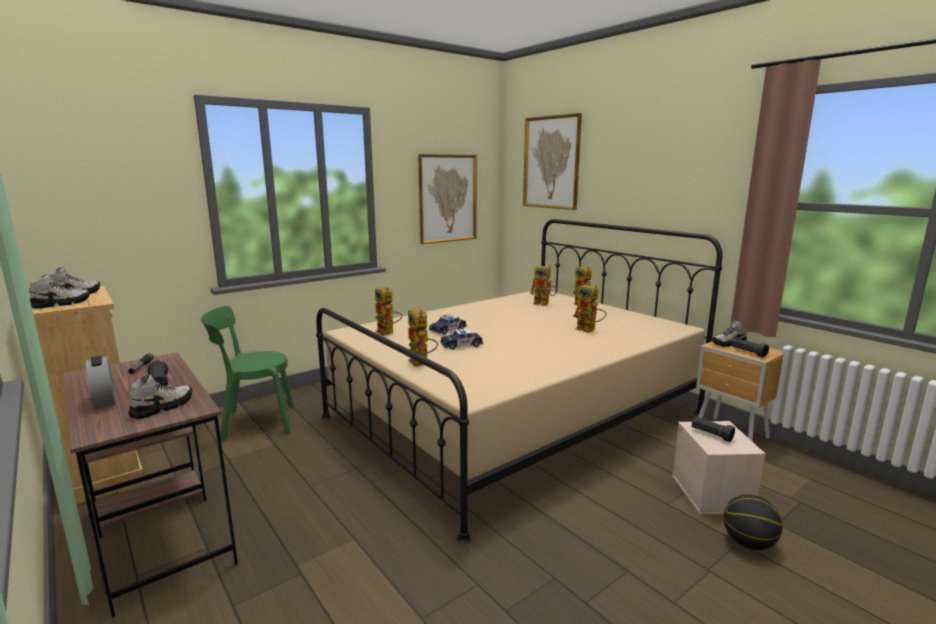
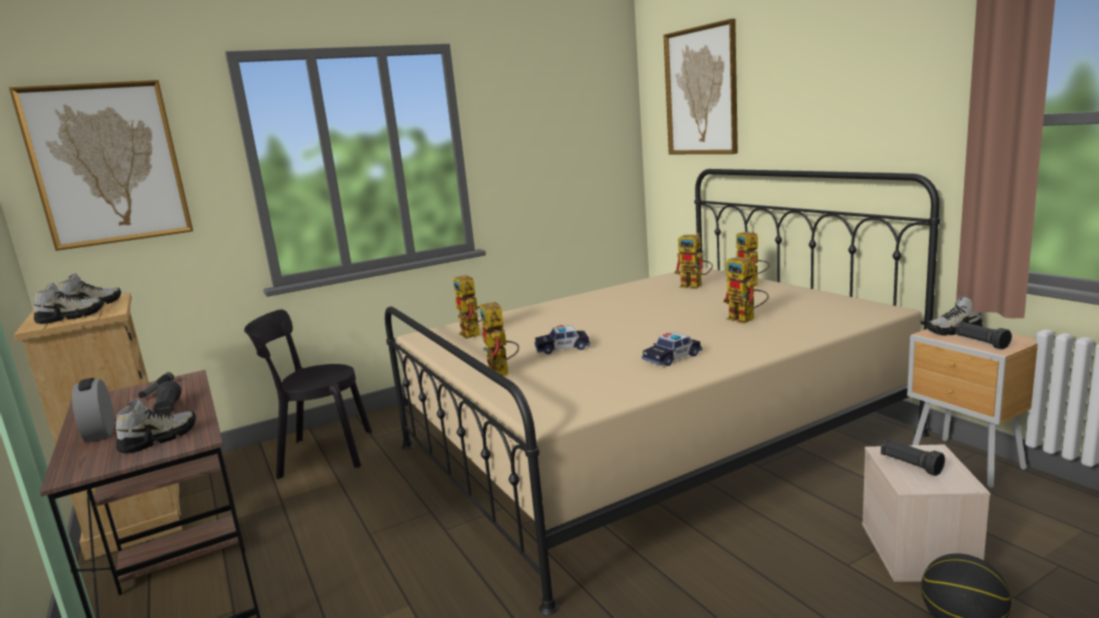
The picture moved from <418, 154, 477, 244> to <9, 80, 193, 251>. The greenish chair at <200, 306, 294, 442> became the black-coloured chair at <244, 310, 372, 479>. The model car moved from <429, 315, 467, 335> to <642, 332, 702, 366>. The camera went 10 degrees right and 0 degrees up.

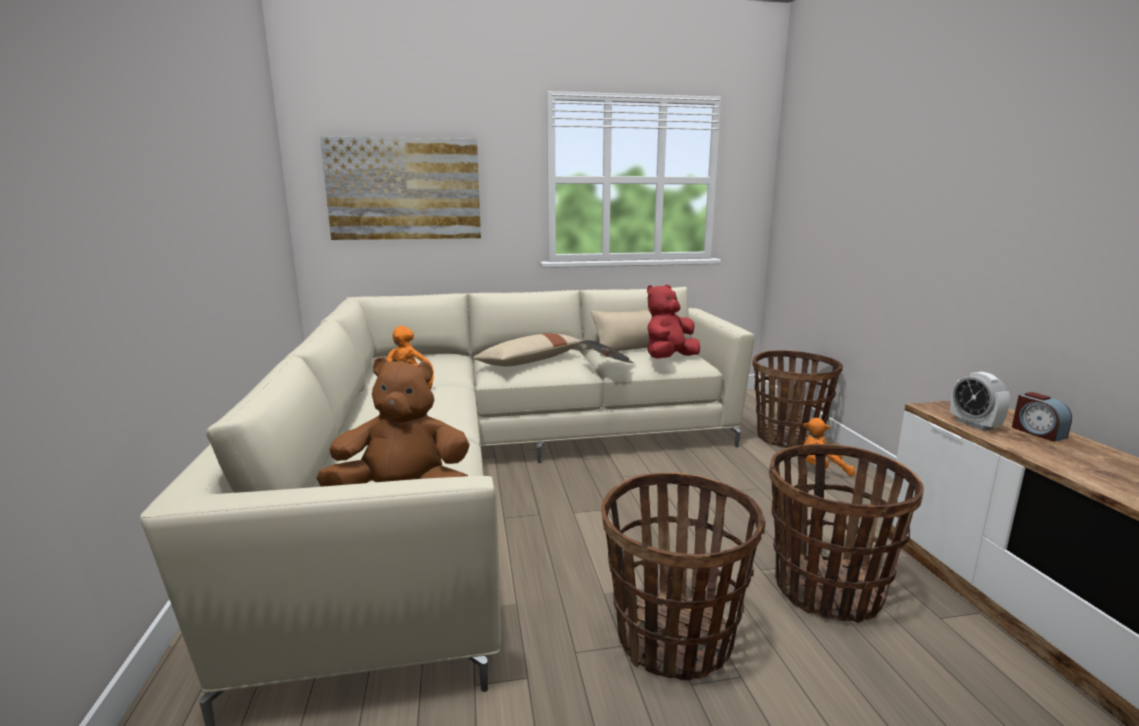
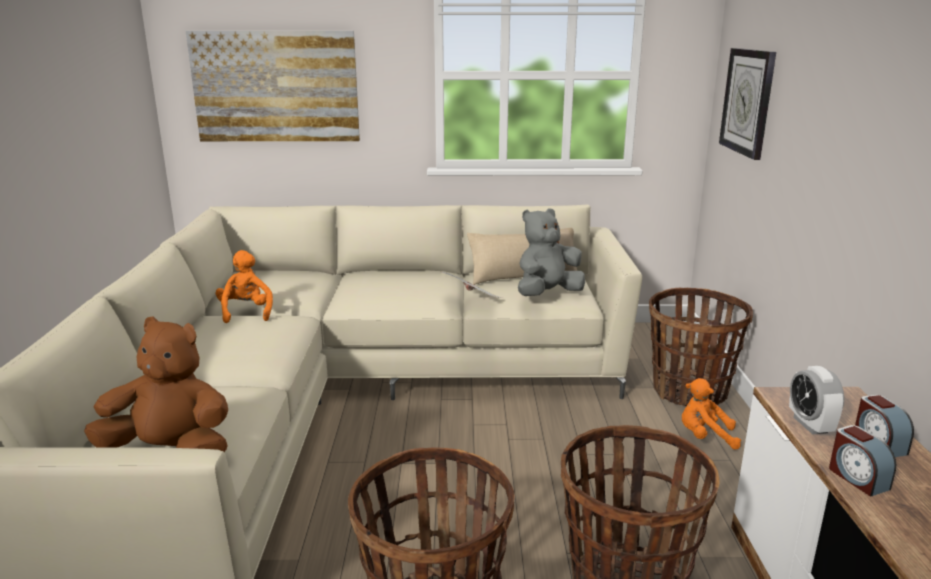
The red plush toy at <647, 284, 700, 358> became the grey plush toy at <518, 208, 585, 296>. The wall clock at <719, 48, 776, 160> appeared. The table clock at <829, 425, 896, 497> appeared. The beige pillow at <472, 333, 583, 366> disappeared. The camera went 10 degrees right and 5 degrees up.

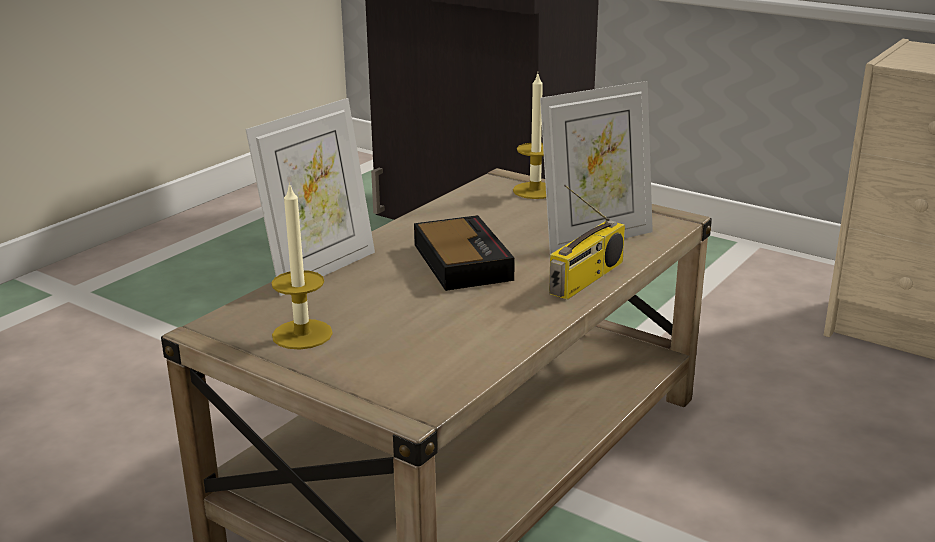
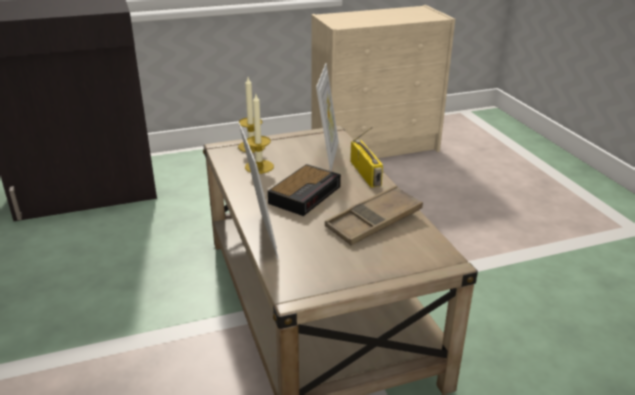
The candle moved from <272, 182, 333, 349> to <245, 94, 274, 174>. The table clock at <414, 215, 515, 291> turned 105 degrees clockwise. The brownish tray at <325, 186, 423, 245> appeared. The camera went 55 degrees left and 5 degrees up.

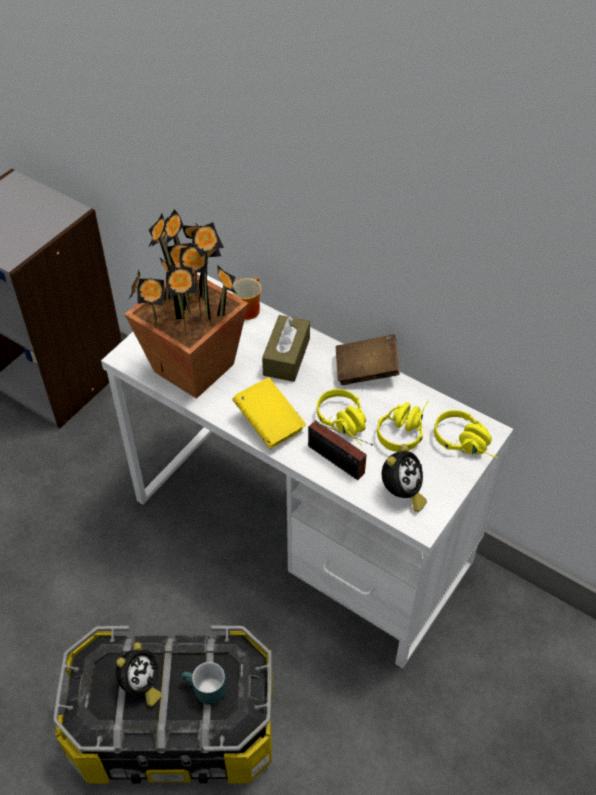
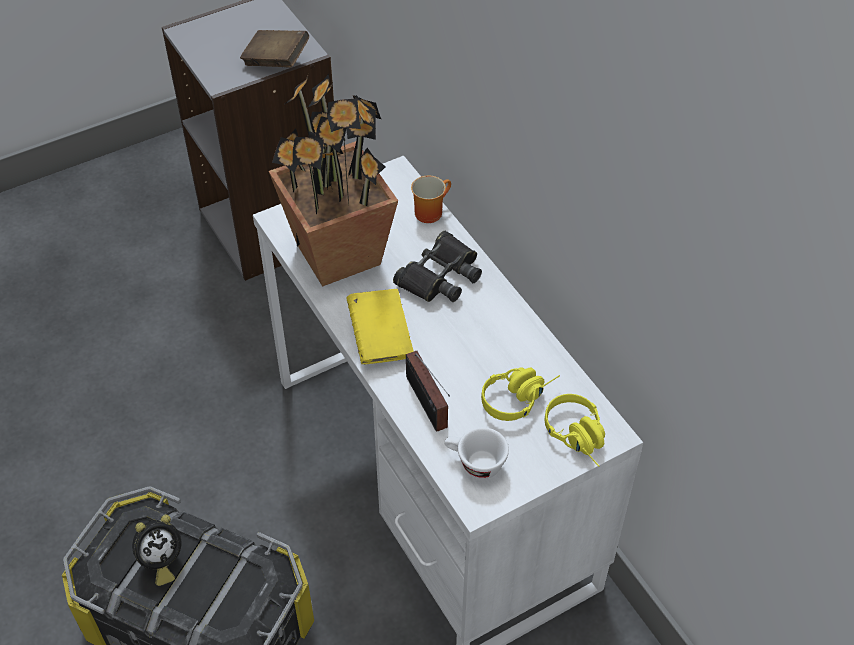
The brownish volume moved from <336, 334, 400, 385> to <240, 30, 309, 68>. The brownish tissue box at <262, 315, 310, 382> was replaced by the black-coloured field glasses at <393, 231, 482, 302>. The table clock at <382, 444, 427, 512> was replaced by the whitish cup at <444, 427, 509, 479>. The blue-green tea mug at <181, 662, 226, 705> disappeared. The yellow headphones at <317, 389, 366, 445> disappeared. The camera went 25 degrees right and 0 degrees up.

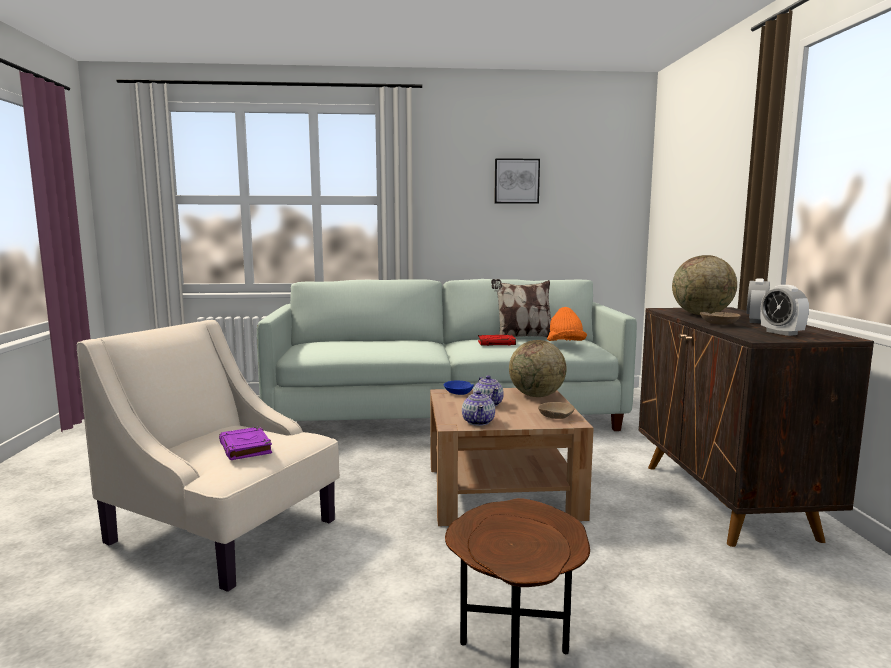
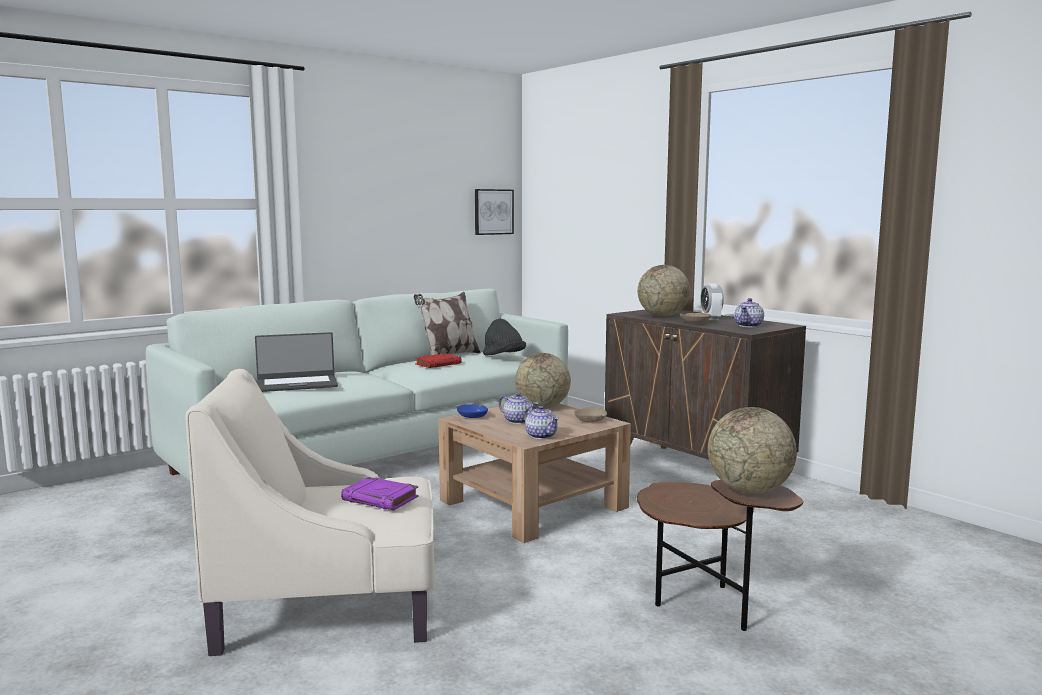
The laptop at <255, 332, 338, 392> appeared. The picture moved from <494, 158, 540, 204> to <475, 189, 514, 235>. The orangey wearable hat at <547, 307, 587, 341> became the black-coloured wearable hat at <483, 319, 526, 356>. The desk globe at <708, 407, 797, 494> appeared. The table clock at <760, 285, 809, 336> was replaced by the pot for tea at <734, 298, 764, 327>. The camera went 35 degrees left and 0 degrees up.

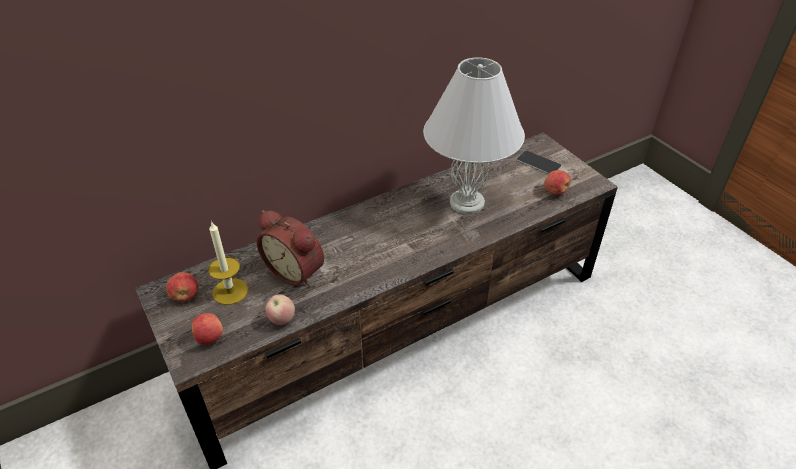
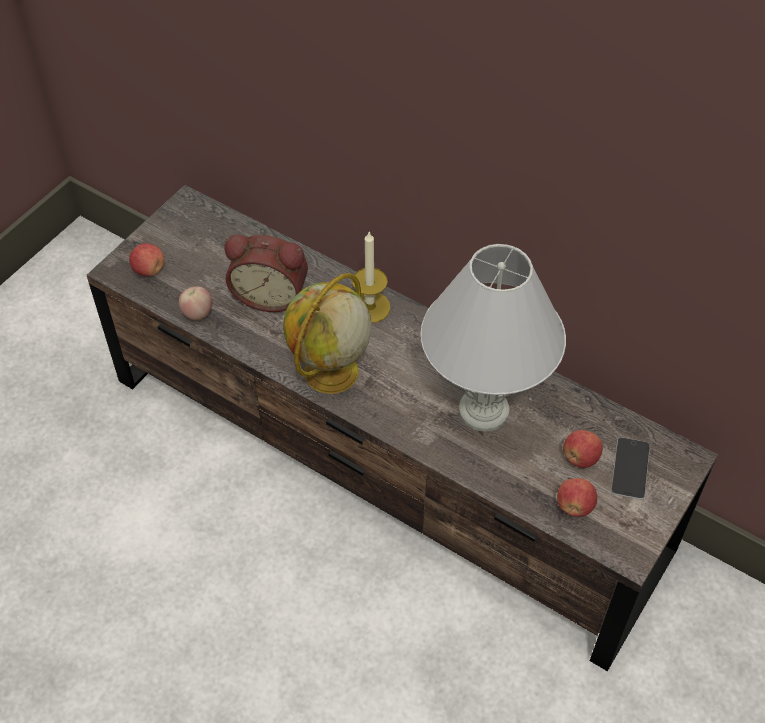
The table clock at <257, 210, 324, 287> turned 90 degrees counterclockwise. The desk globe at <283, 273, 372, 394> appeared. The candle moved from <208, 221, 248, 305> to <352, 232, 391, 323>. The whole apple moved from <166, 272, 198, 302> to <563, 430, 603, 468>. The camera went 65 degrees right and 10 degrees up.

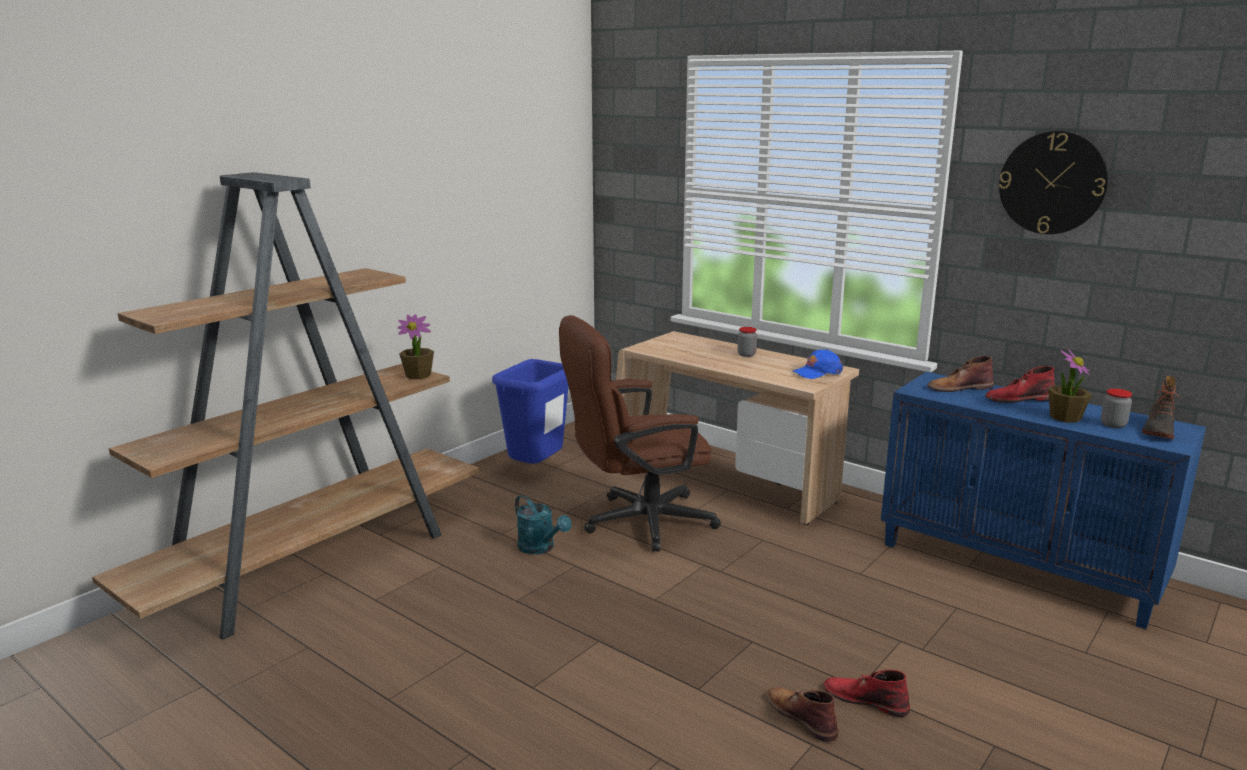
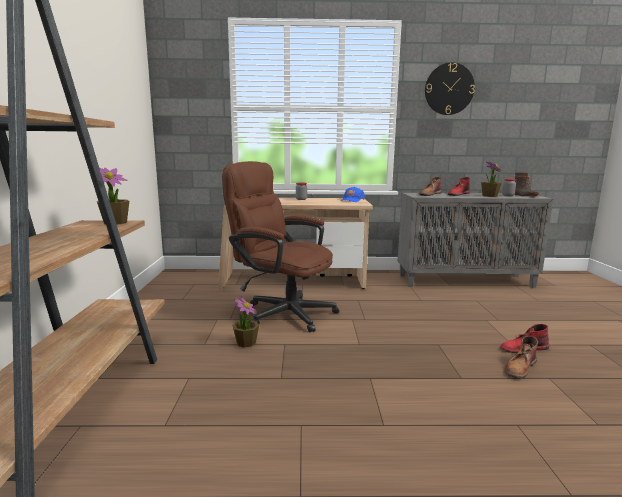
The brownish desk chair at <559, 315, 721, 552> turned 90 degrees clockwise. The blue-green sprinkling can at <515, 495, 571, 555> was replaced by the potted plant at <232, 296, 259, 348>. The blue storage cabinet at <881, 372, 1206, 629> became the grey storage cabinet at <398, 193, 553, 288>. The brownish high-top boot at <766, 687, 839, 742> turned 60 degrees counterclockwise. The blue rubbish bin at <492, 359, 569, 464> disappeared. The camera went 40 degrees left and 5 degrees down.

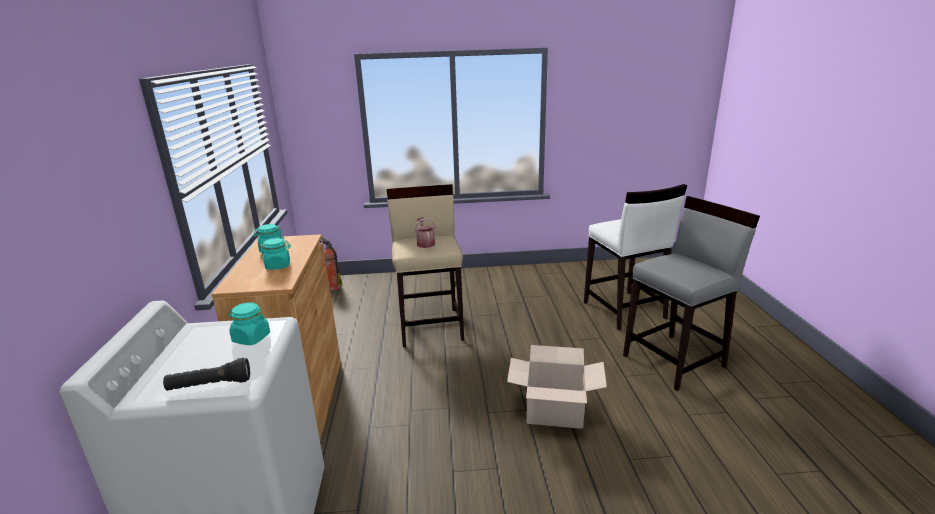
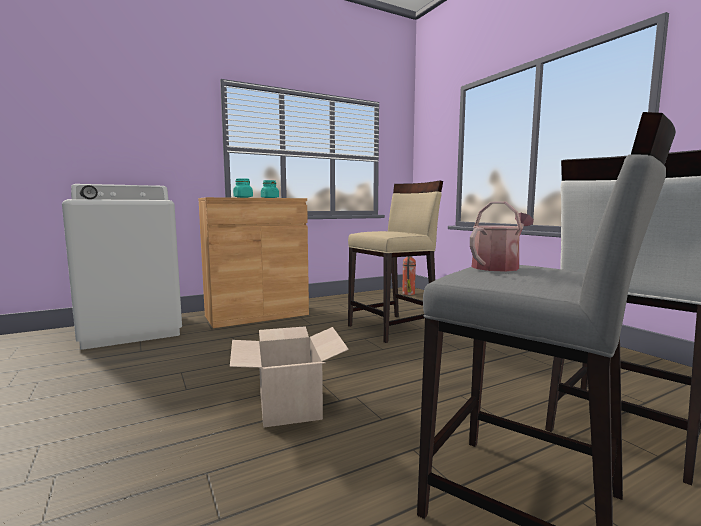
The sprinkling can moved from <415, 218, 435, 248> to <470, 202, 534, 272>. The blue-green jar at <228, 302, 270, 345> disappeared. The camera went 65 degrees right and 15 degrees down.

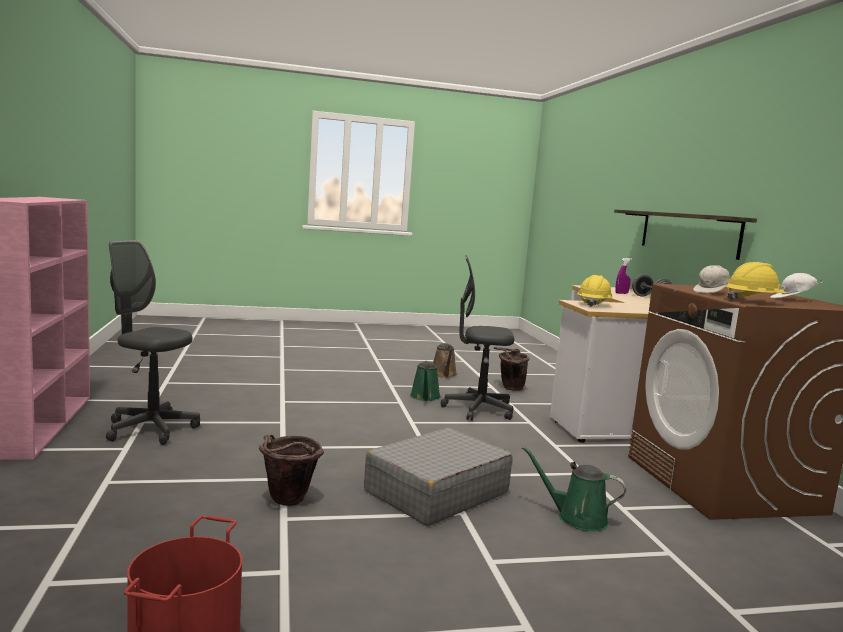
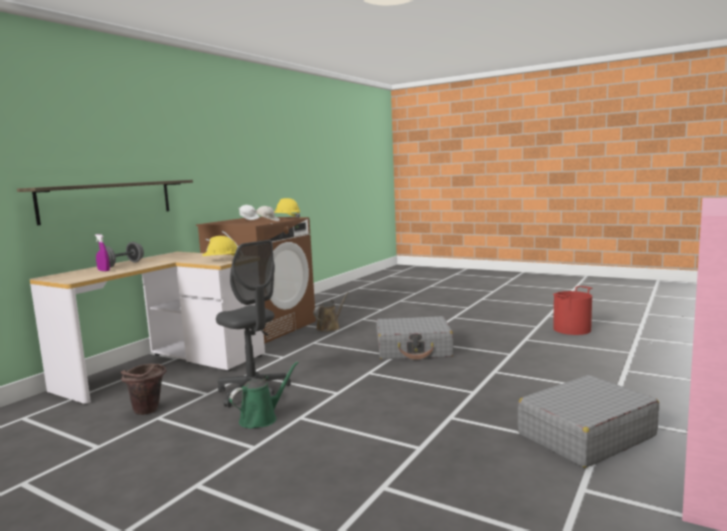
The brownish sprinkling can moved from <433, 343, 457, 378> to <313, 292, 349, 332>. The grey desk chair at <106, 240, 200, 445> was replaced by the grey travel case at <518, 375, 659, 468>. The brownish pail at <259, 434, 324, 506> disappeared. The greenish sprinkling can at <522, 446, 626, 531> disappeared. The camera went 135 degrees left and 0 degrees up.

